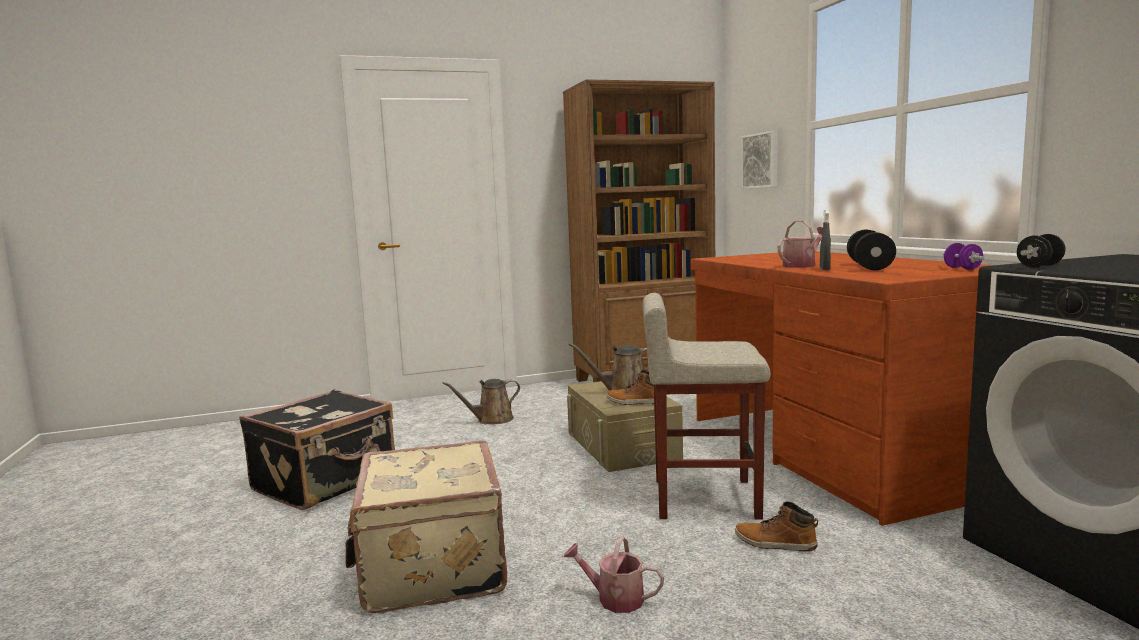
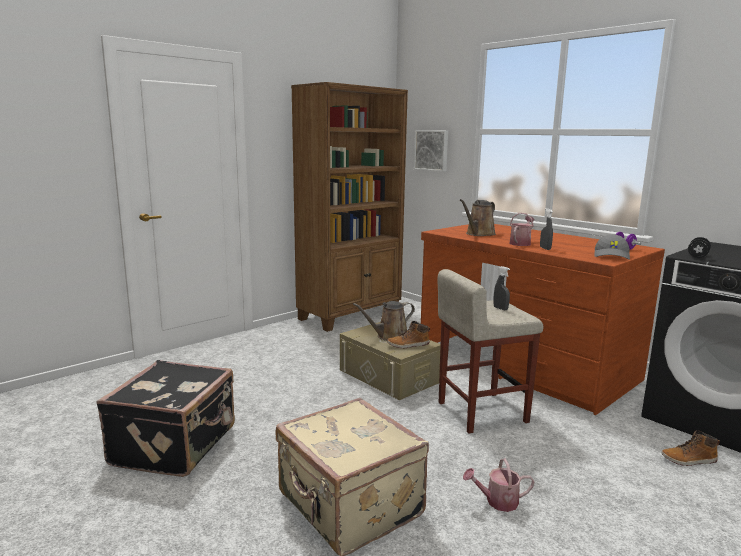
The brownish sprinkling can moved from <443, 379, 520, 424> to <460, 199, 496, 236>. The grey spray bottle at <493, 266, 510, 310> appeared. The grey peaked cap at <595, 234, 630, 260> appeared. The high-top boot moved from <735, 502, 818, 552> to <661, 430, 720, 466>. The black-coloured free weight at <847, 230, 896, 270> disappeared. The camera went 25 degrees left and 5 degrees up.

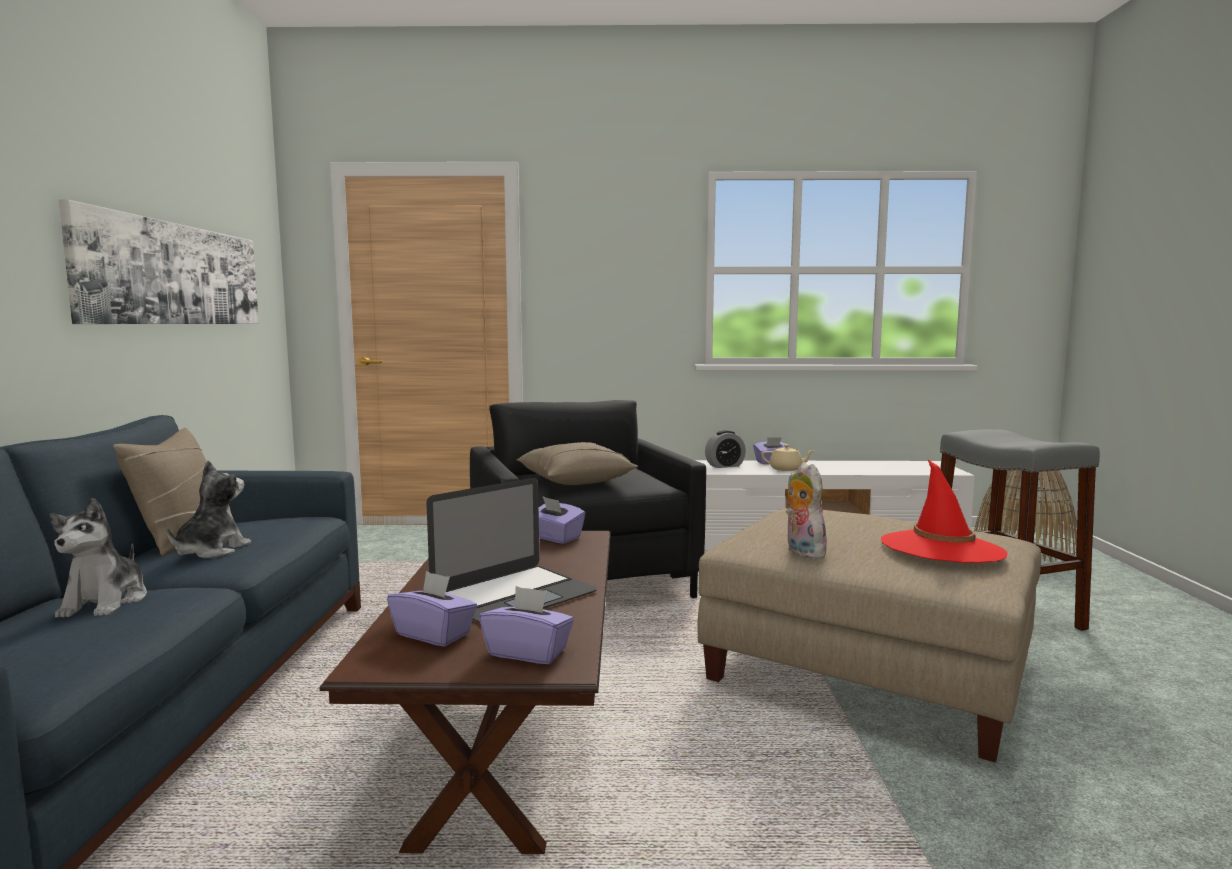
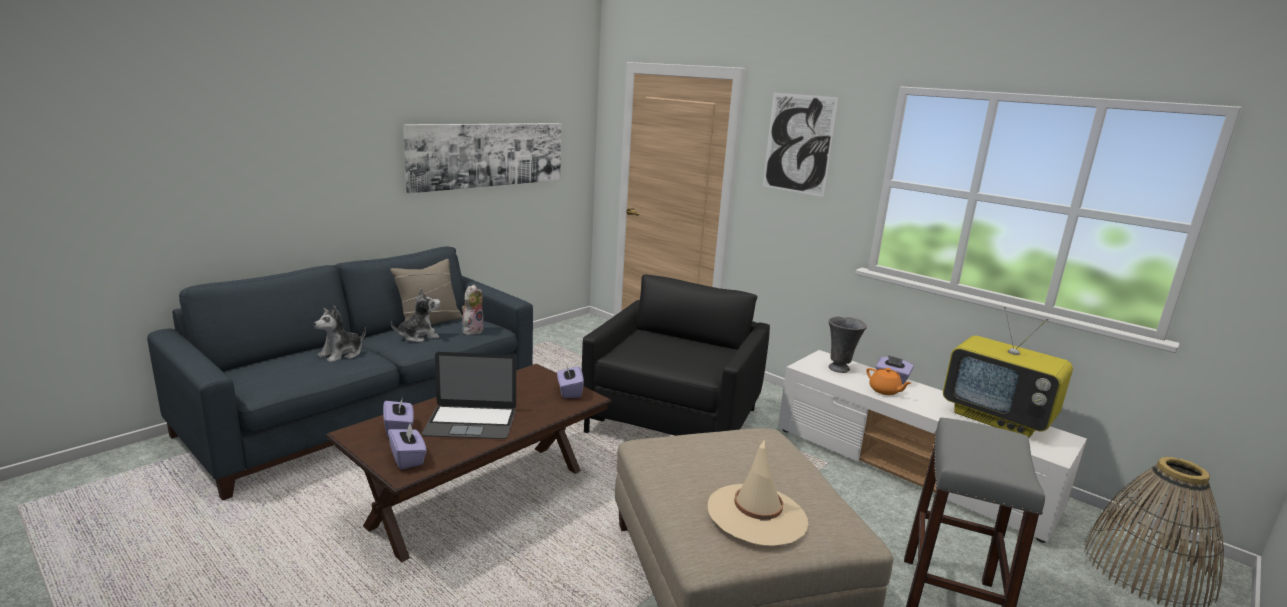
The plush toy moved from <786, 462, 828, 559> to <462, 285, 484, 335>. The red wearable hat at <881, 460, 1008, 563> became the beige wearable hat at <708, 439, 808, 546>. The picture at <763, 93, 839, 197> appeared. The table clock at <705, 430, 746, 468> was replaced by the grey decorative vase at <828, 317, 867, 373>. The beige pot for tea at <761, 444, 814, 471> became the orangey pot for tea at <866, 368, 912, 395>. The TV at <943, 307, 1073, 438> appeared. The beige pillow at <516, 442, 638, 485> disappeared. The camera went 40 degrees right and 10 degrees up.

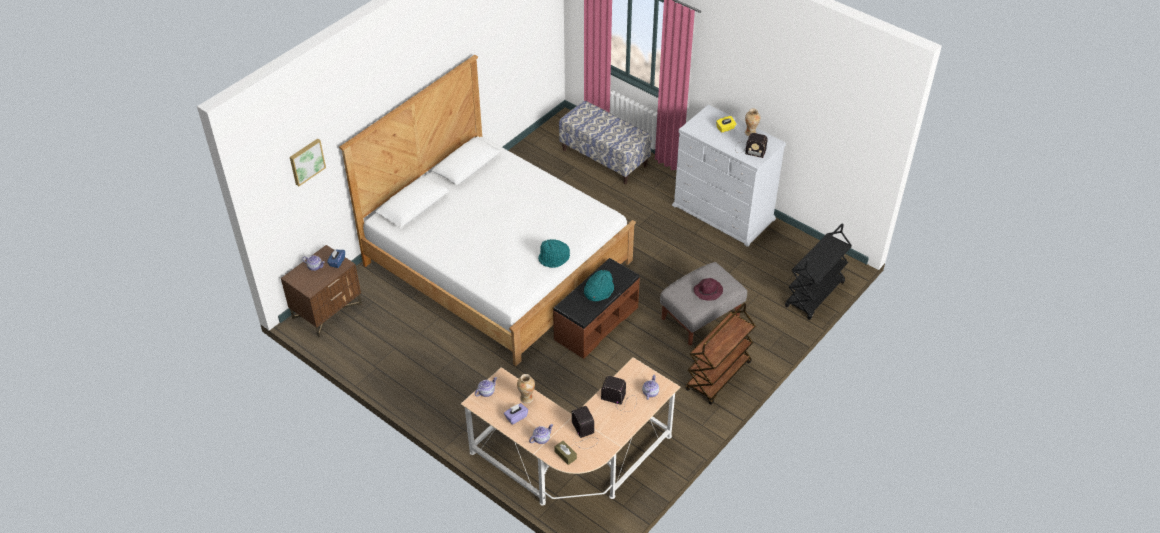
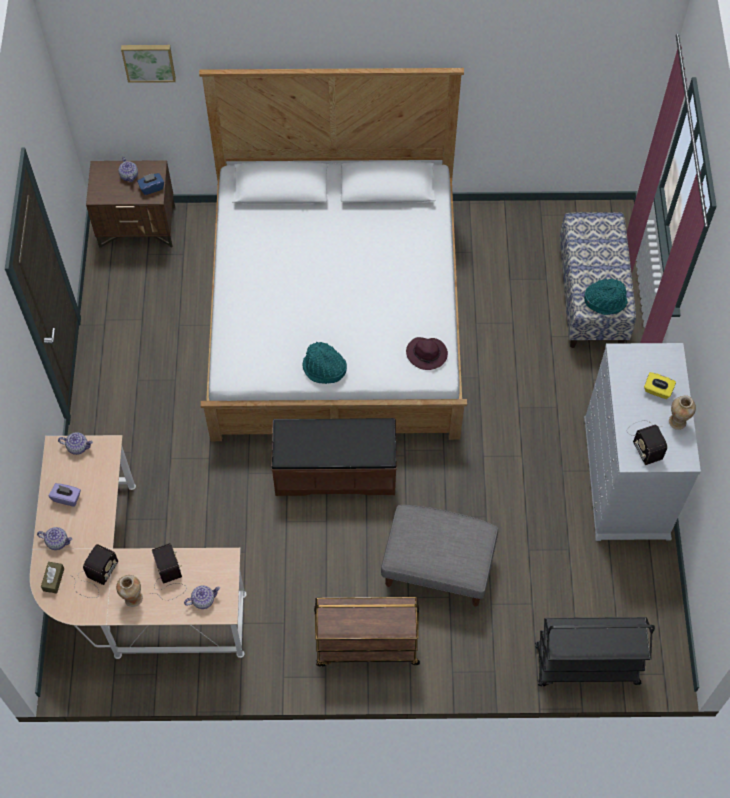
The decorative vase moved from <517, 374, 535, 404> to <116, 575, 143, 607>. The purple-coloured wearable hat moved from <694, 278, 723, 301> to <406, 337, 448, 370>. The blue-green wearable hat moved from <584, 270, 614, 301> to <584, 279, 628, 315>. The camera went 50 degrees right and 15 degrees up.

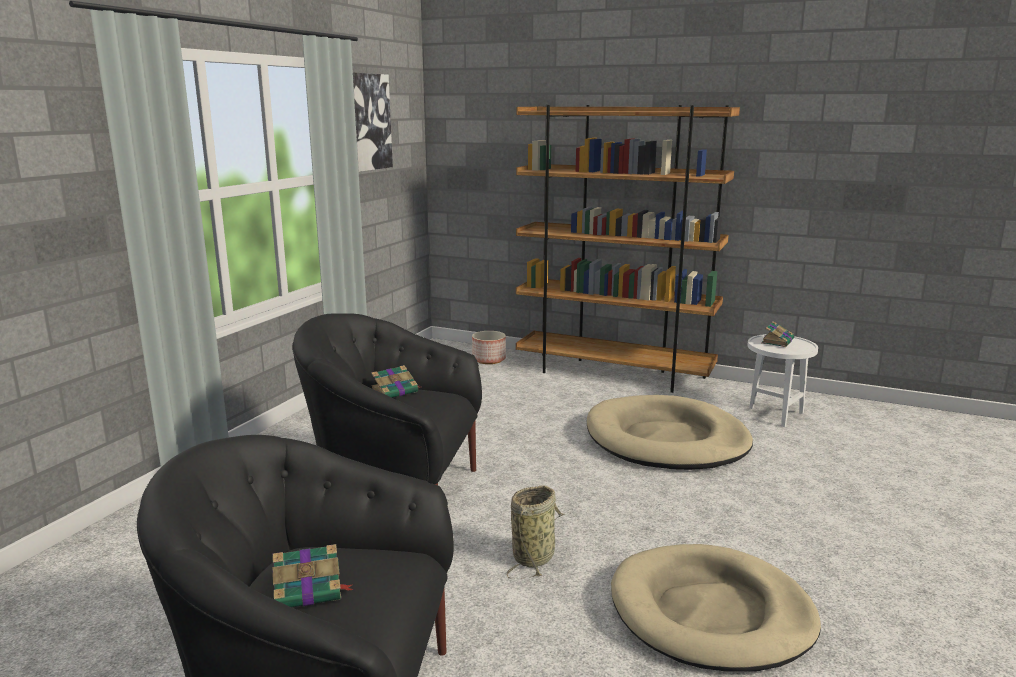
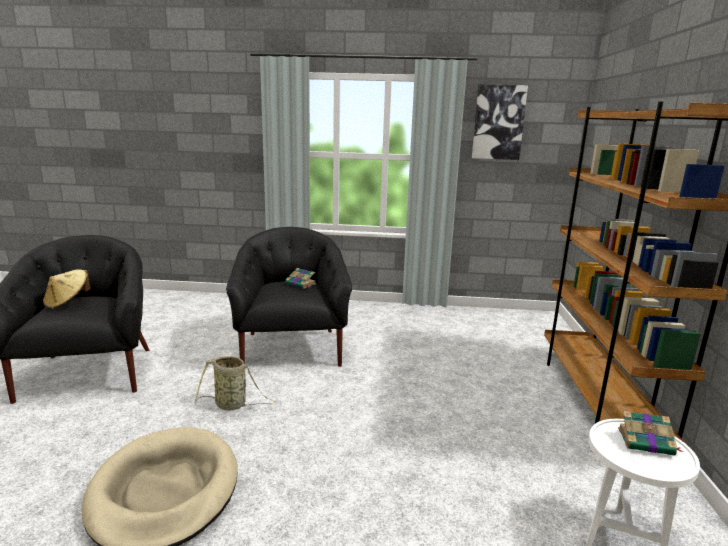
The volume at <273, 544, 353, 607> was replaced by the beige wearable hat at <43, 269, 91, 310>. The planter at <472, 331, 506, 364> disappeared. The beige dog bed at <587, 395, 753, 470> disappeared. The camera went 70 degrees right and 0 degrees up.

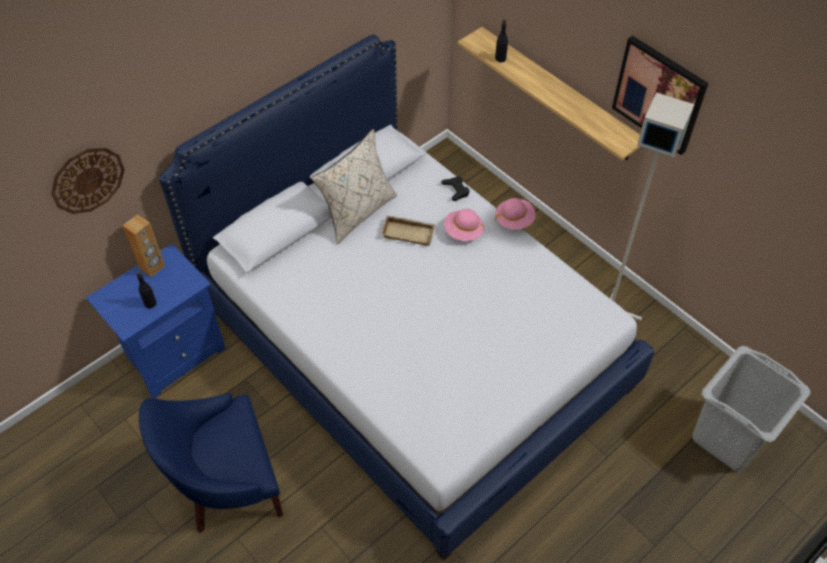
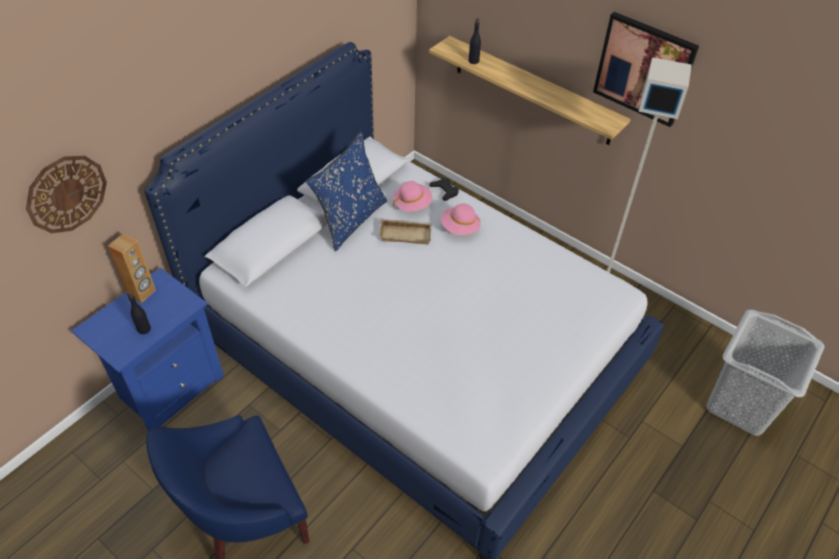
The beige pillow at <311, 129, 397, 244> became the blue pillow at <306, 132, 387, 251>. The pink wearable hat moved from <495, 198, 536, 230> to <393, 181, 432, 212>. The camera went 10 degrees left and 5 degrees down.

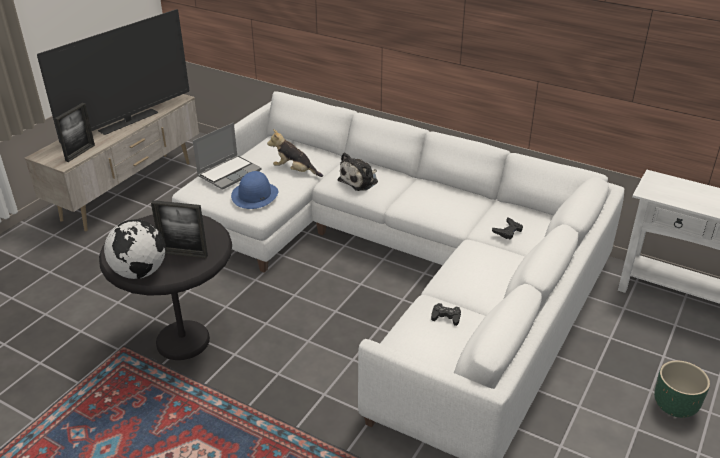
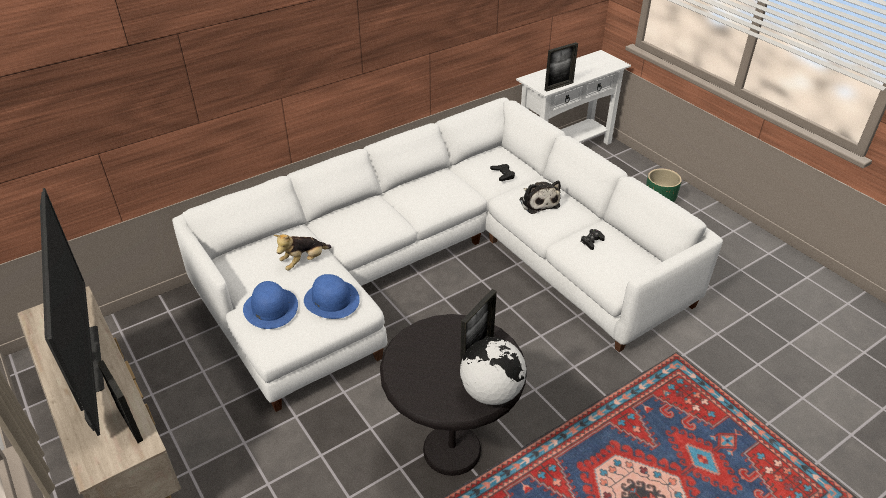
The laptop at <193, 123, 261, 190> was replaced by the blue wearable hat at <243, 281, 298, 329>. The plush toy moved from <337, 152, 378, 191> to <519, 181, 561, 214>. The picture frame at <545, 42, 578, 91> appeared. The camera went 65 degrees left and 5 degrees up.

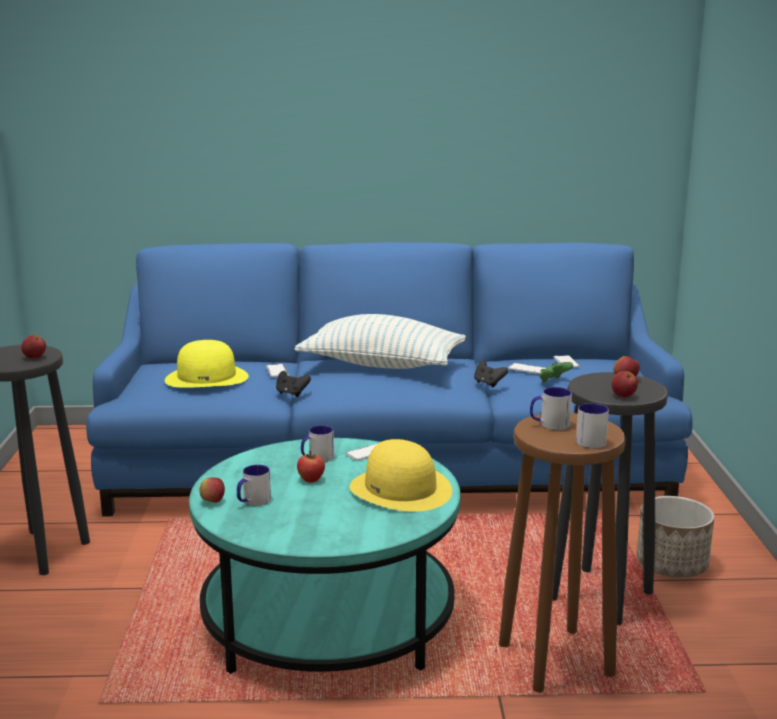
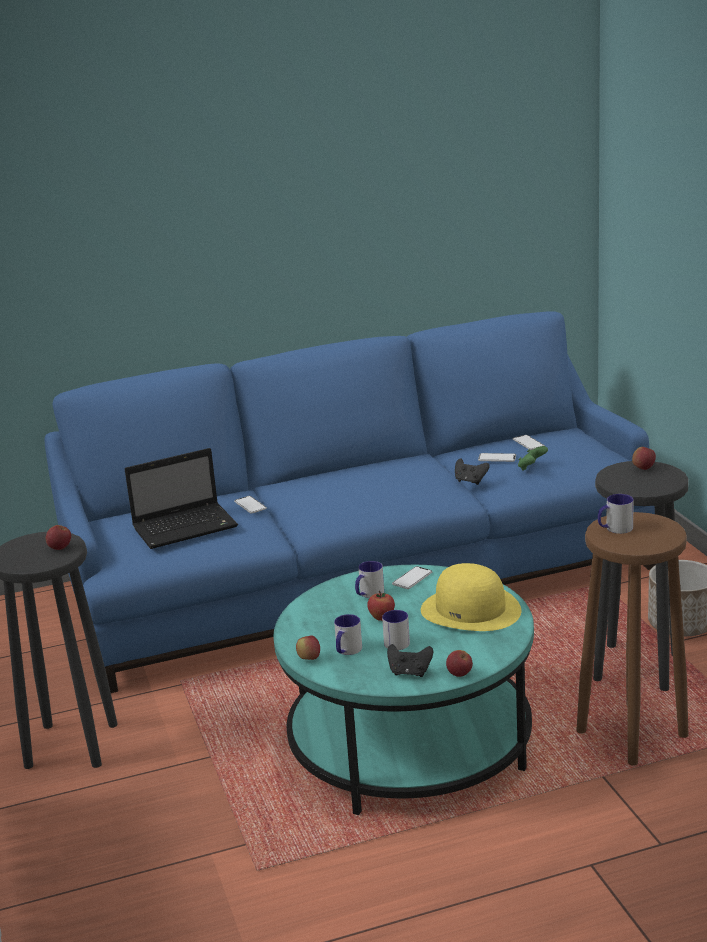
The yellow wearable hat at <165, 340, 249, 388> was replaced by the laptop at <125, 448, 238, 549>. The tea mug moved from <576, 403, 609, 448> to <382, 610, 410, 650>. The black-coloured gamepad moved from <276, 371, 311, 397> to <387, 644, 433, 677>. The whole apple moved from <612, 371, 638, 397> to <446, 650, 473, 677>. The pillow at <295, 314, 466, 369> disappeared. The camera went 15 degrees left and 5 degrees up.

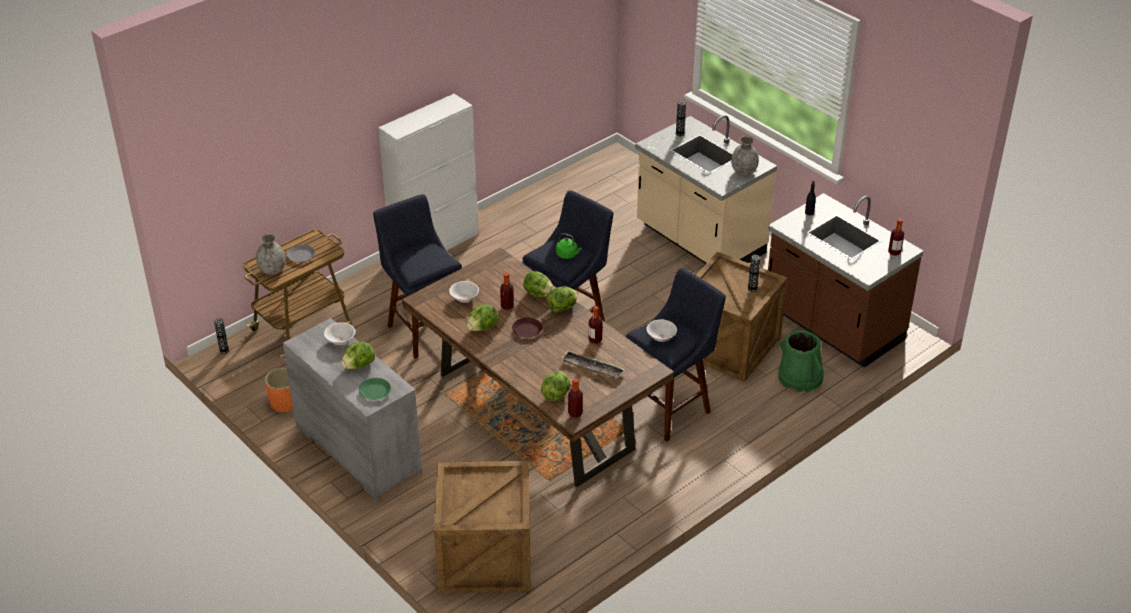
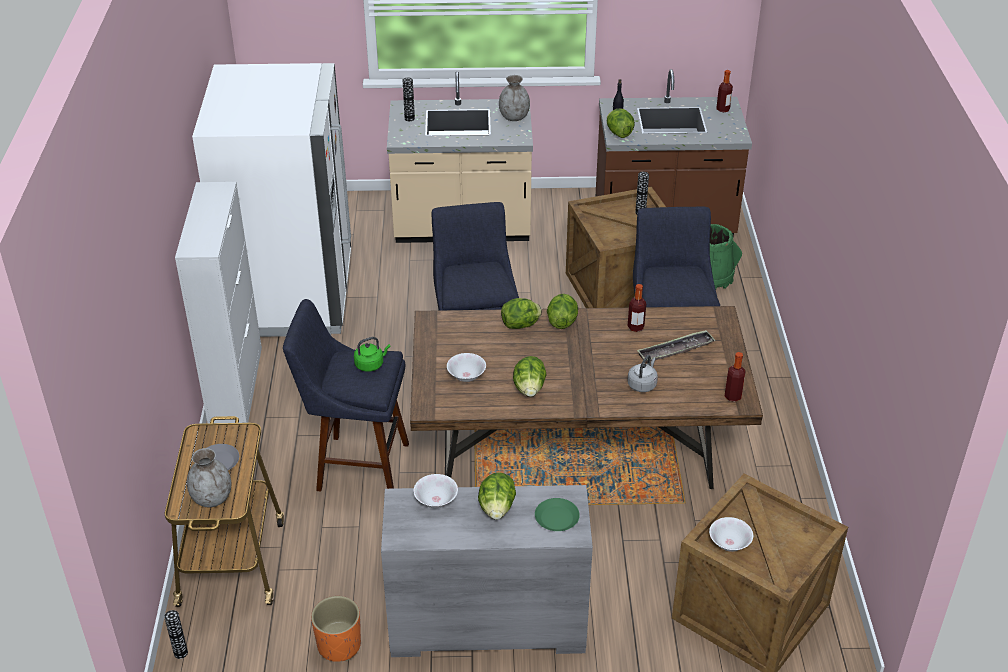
The whitish fridge at <192, 63, 351, 337> appeared. The greenish tea kettle moved from <556, 233, 582, 259> to <354, 337, 391, 372>. The lettuce head moved from <541, 372, 570, 401> to <607, 109, 635, 138>. The grey tea kettle at <628, 355, 658, 392> appeared. The whitish bowl moved from <647, 319, 677, 342> to <709, 517, 753, 552>. The beverage bottle at <500, 272, 514, 310> disappeared. The brownish dinner plate at <512, 318, 542, 338> disappeared. The camera went 50 degrees left and 0 degrees up.

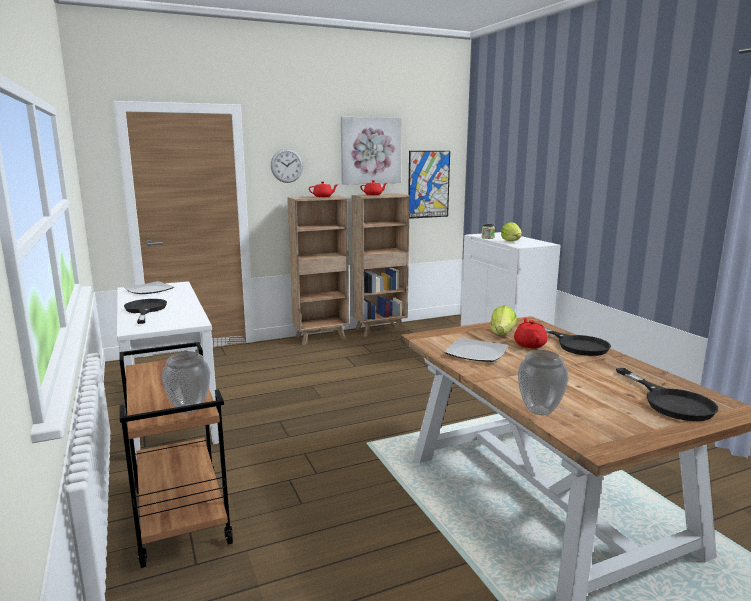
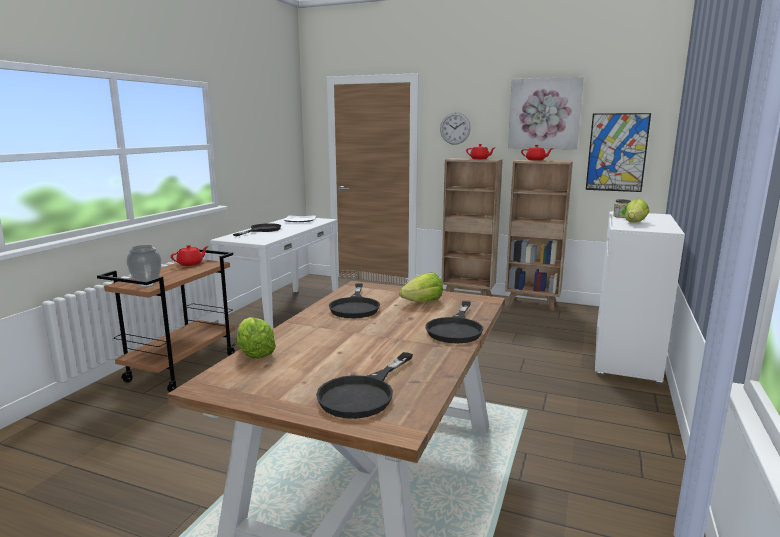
The red pot for tea moved from <514, 318, 548, 348> to <171, 245, 208, 266>. The decorative vase at <518, 350, 569, 415> was replaced by the lettuce head at <237, 317, 276, 359>. The dinner plate at <444, 337, 508, 362> was replaced by the black-coloured pan at <329, 284, 380, 318>. The camera went 45 degrees right and 0 degrees up.

